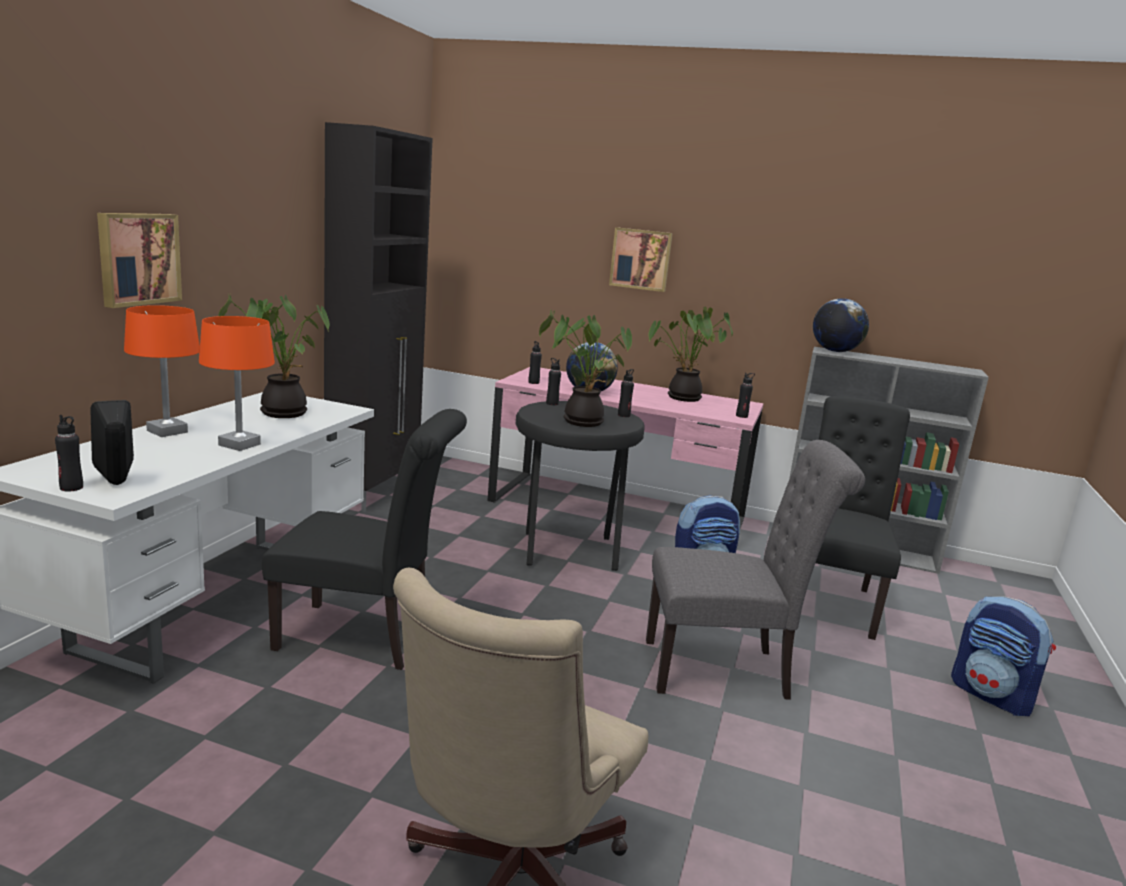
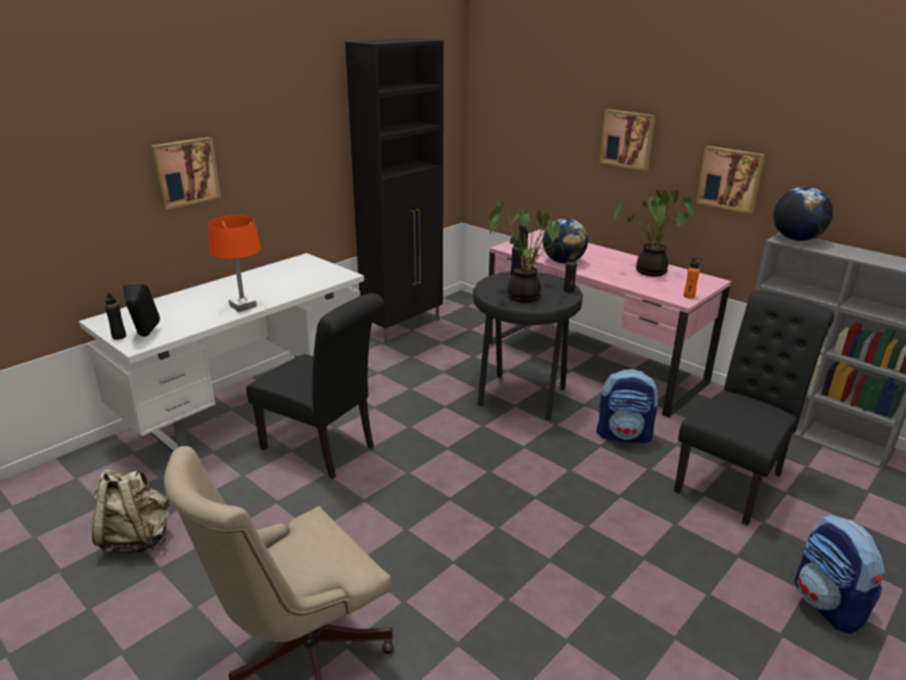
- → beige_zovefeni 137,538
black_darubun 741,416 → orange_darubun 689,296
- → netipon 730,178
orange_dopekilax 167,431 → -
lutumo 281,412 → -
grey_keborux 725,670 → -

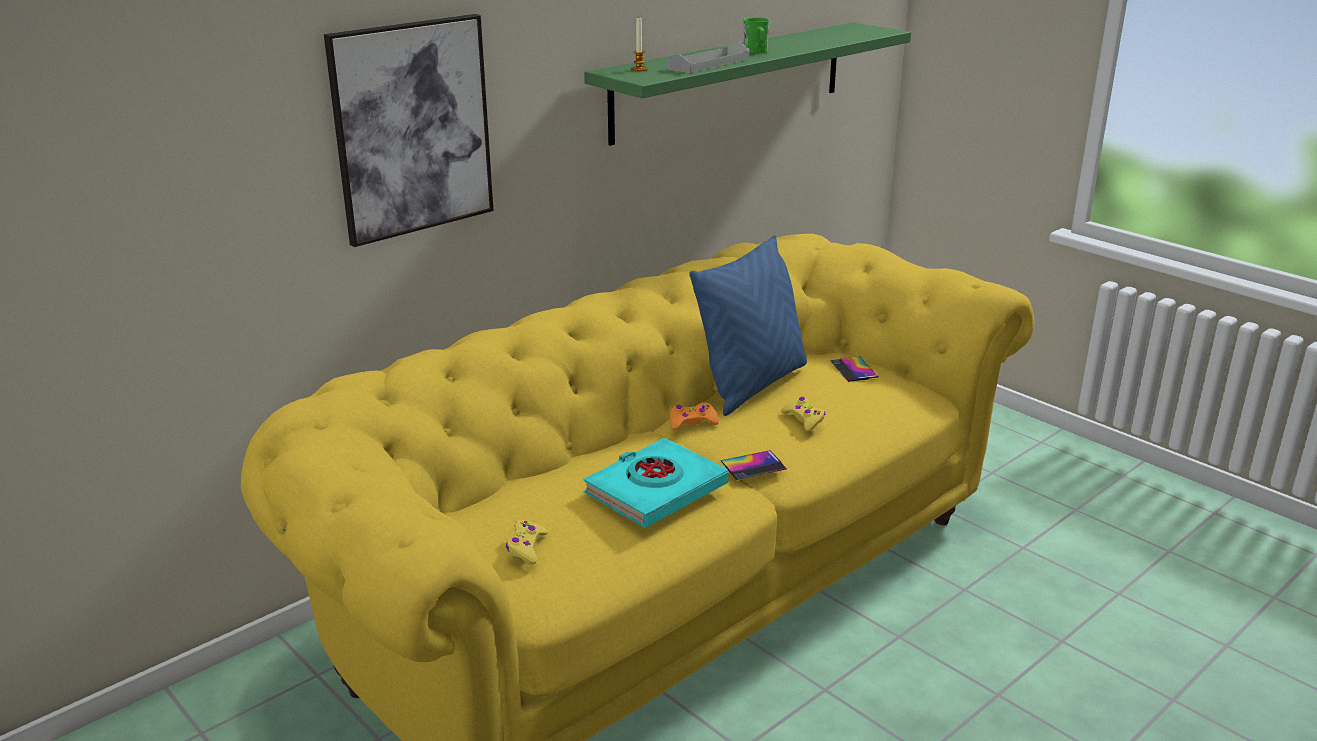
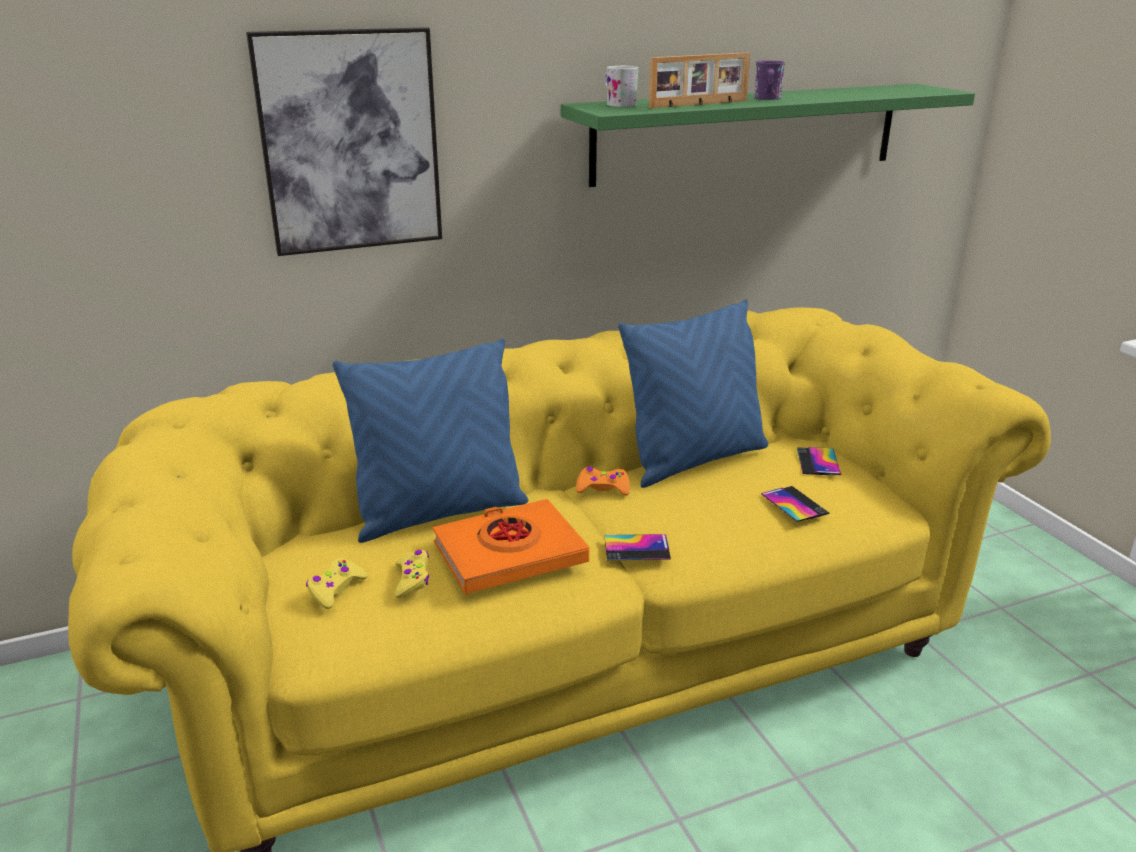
- → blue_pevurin 439,513
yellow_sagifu 804,419 → yellow_sagifu 412,579, relocated
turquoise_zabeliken 655,490 → orange_zabeliken 509,554
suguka 639,69 → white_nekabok 618,104
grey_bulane 709,64 → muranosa 699,104
green_nekabok 756,52 → purple_nekabok 767,99
- → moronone 794,504

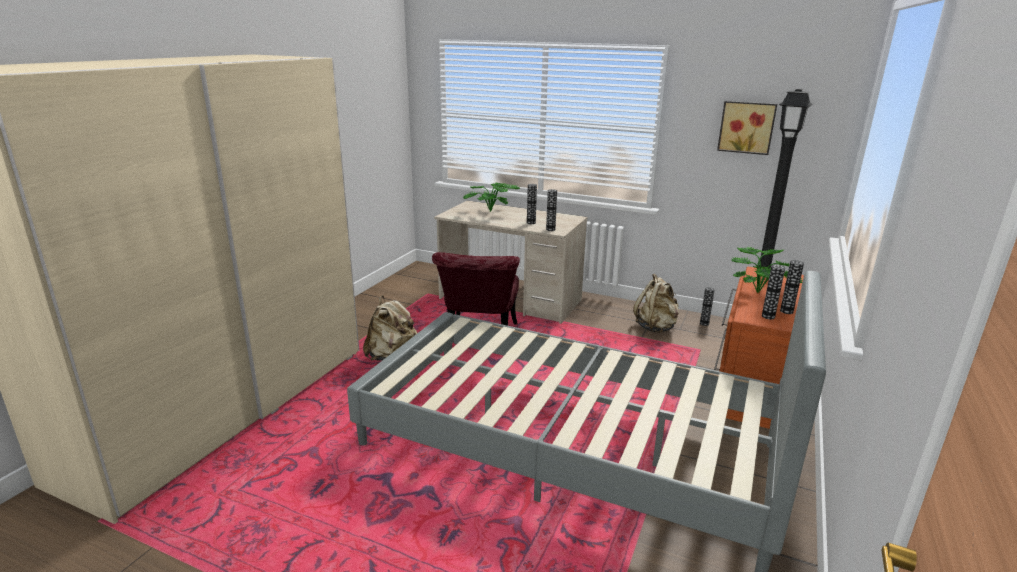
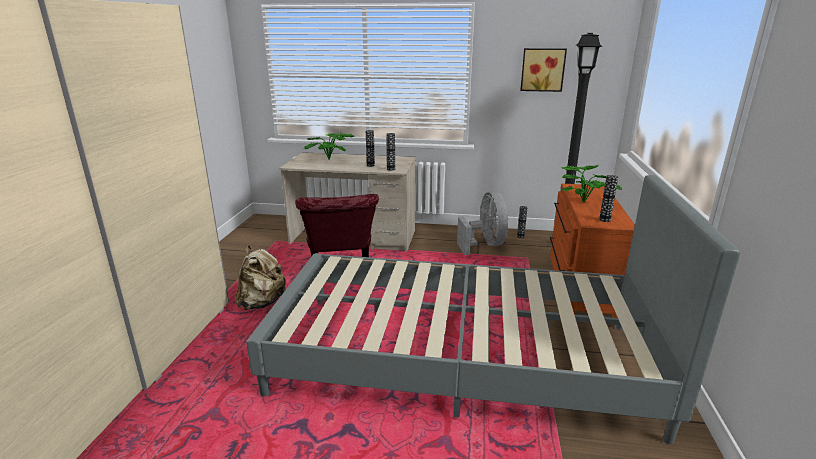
beige_zovefeni 656,328 → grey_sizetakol 485,245
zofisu 786,311 → -

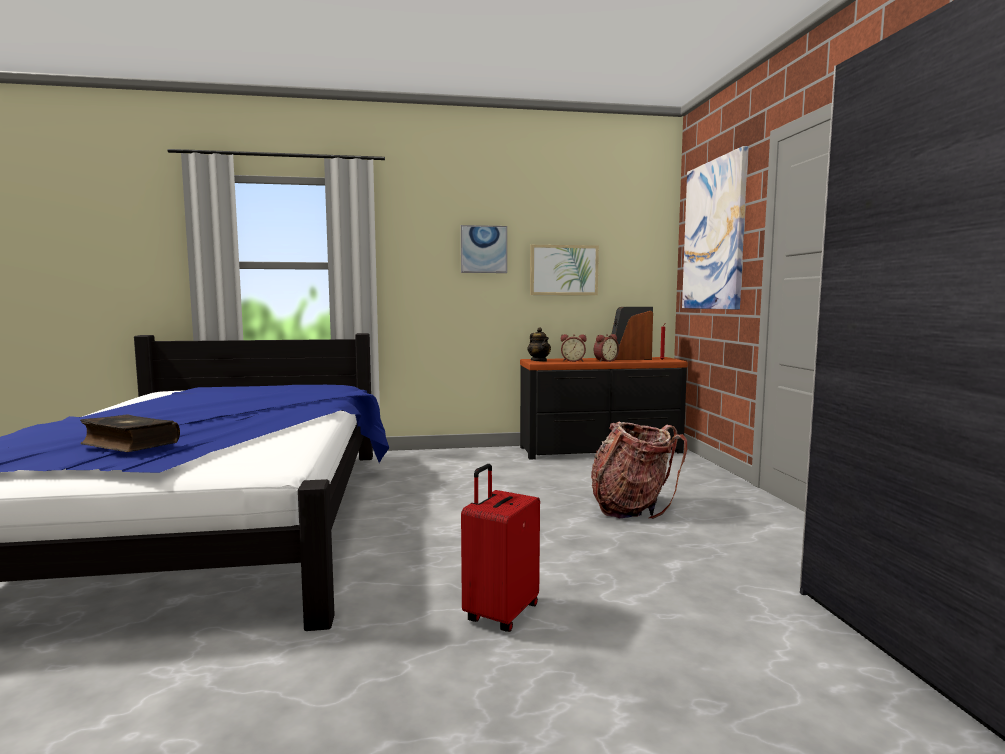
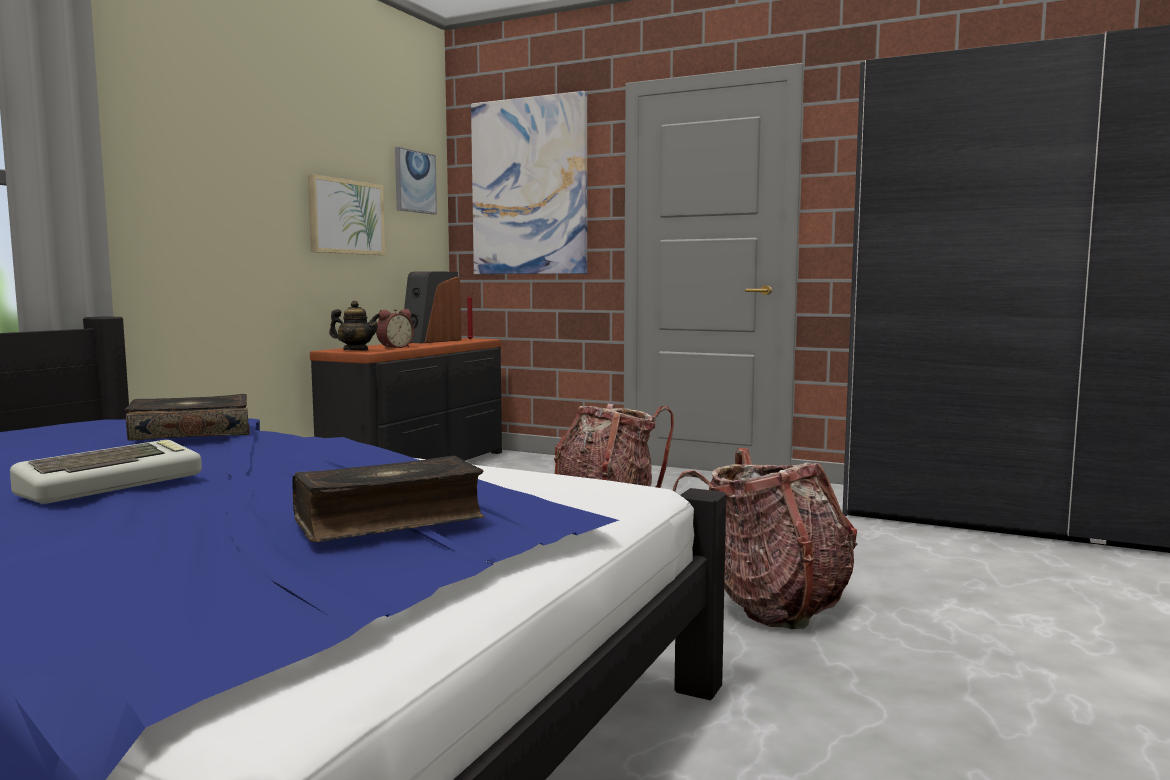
- → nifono 112,483
- → zabeliken 191,433
netipon 483,249 → netipon 414,182, relocated
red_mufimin 500,613 → zovefeni 771,605
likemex 604,361 → -

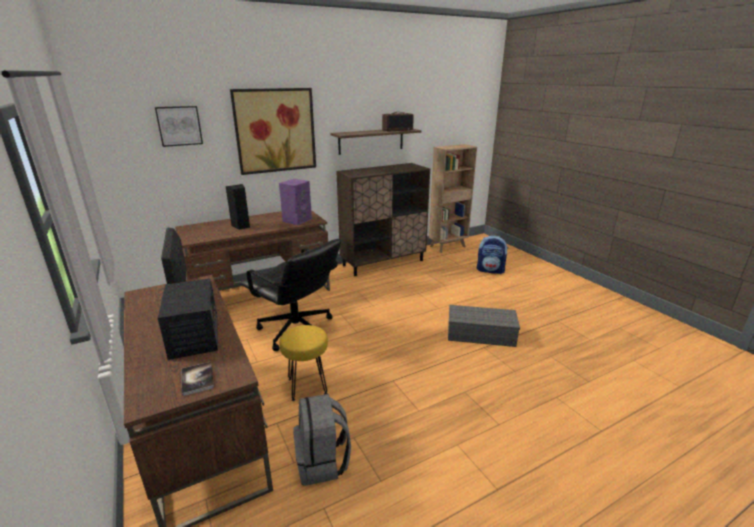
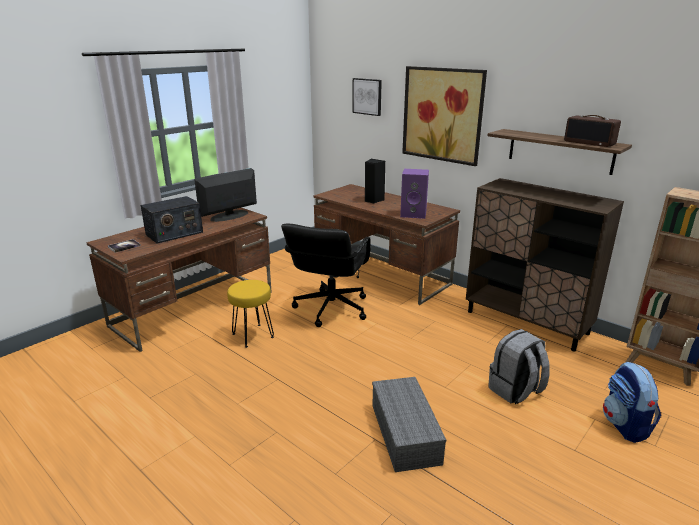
grey_zovefeni 323,462 → grey_zovefeni 515,391, relocated

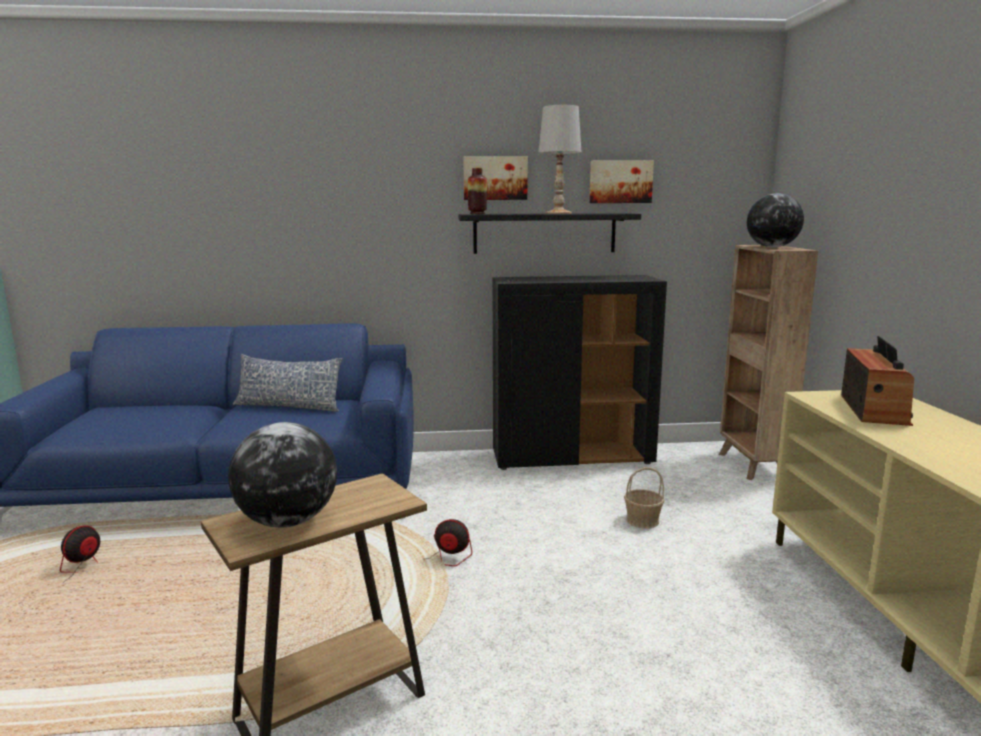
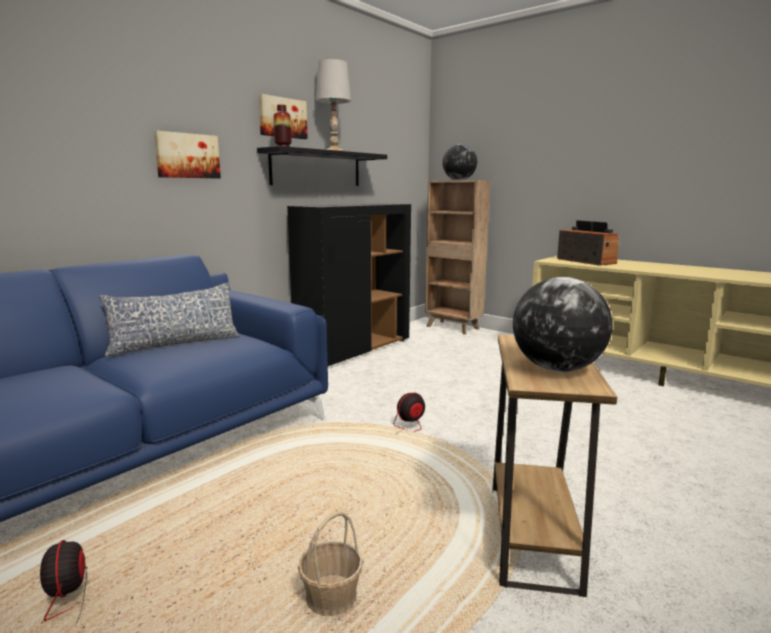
netipon 620,182 → netipon 187,156, relocated
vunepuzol 642,521 → vunepuzol 331,597, relocated

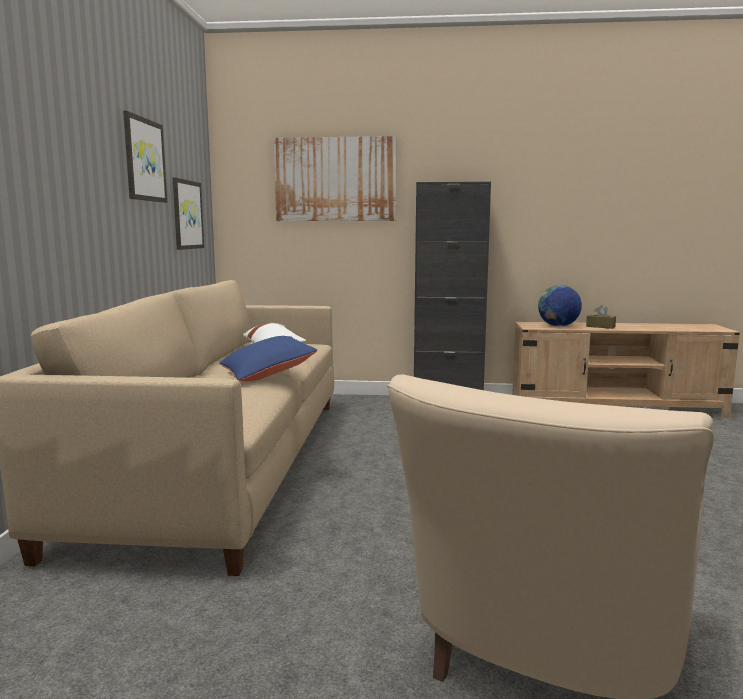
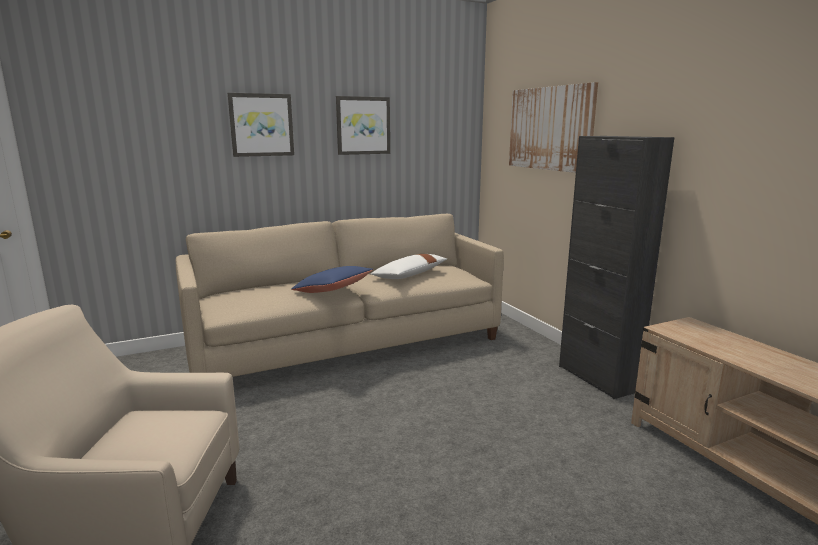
netipon 187,214 → netipon 261,125, relocated
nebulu 558,326 → -
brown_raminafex 600,326 → -

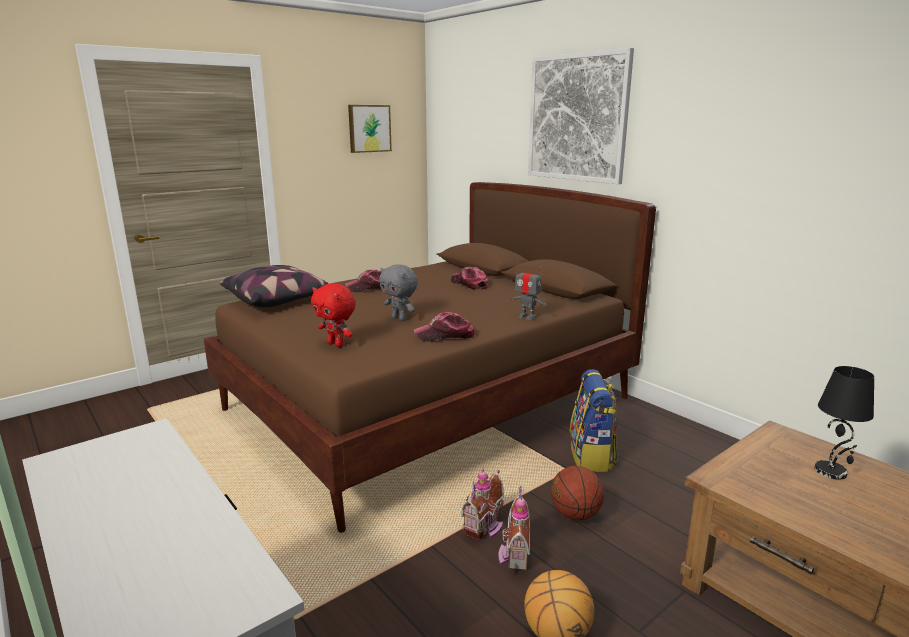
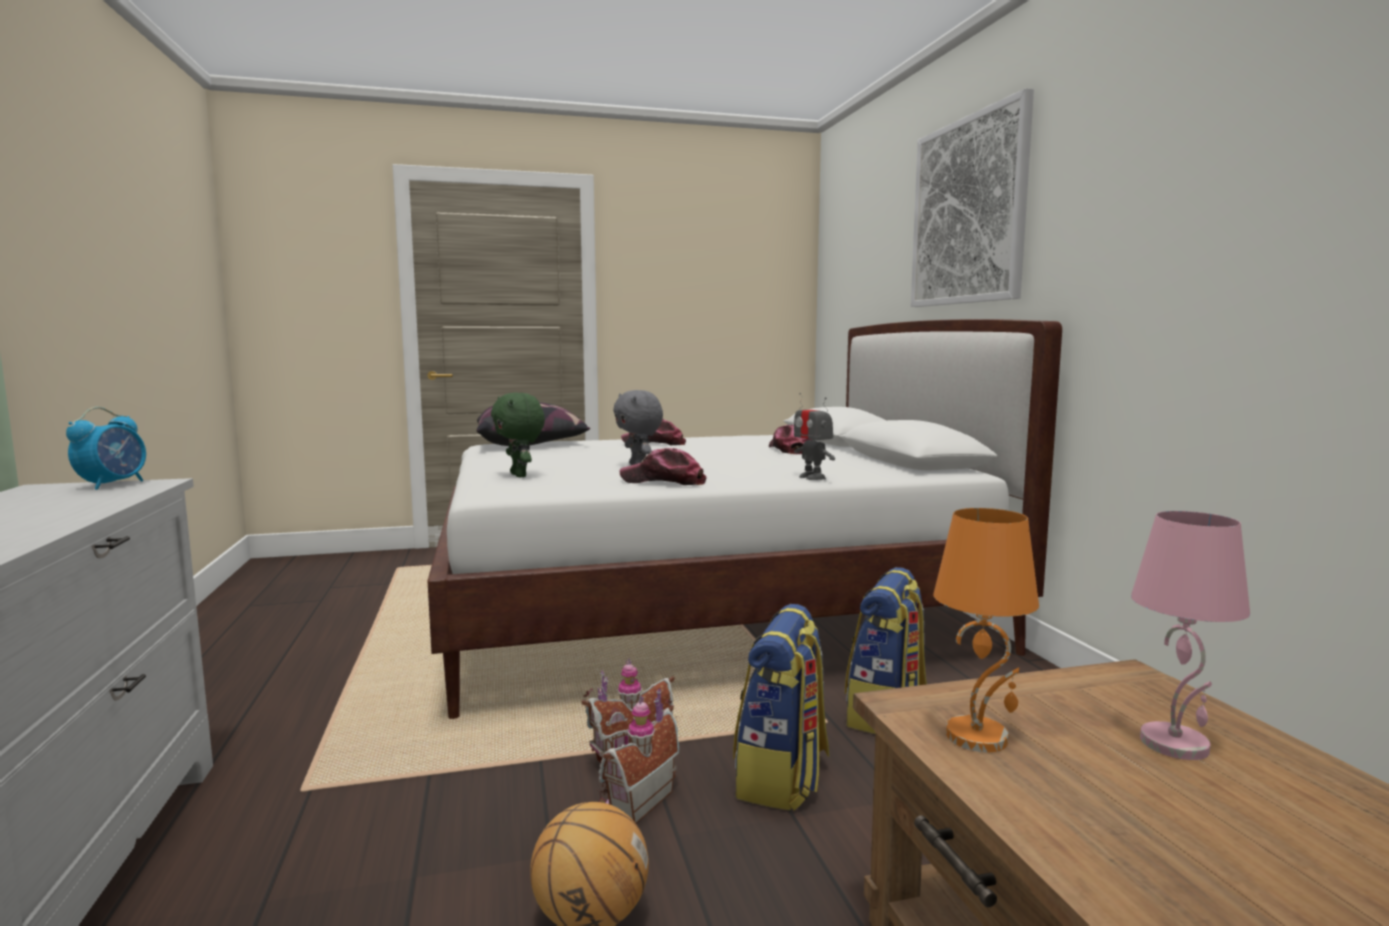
- → likemex 113,484
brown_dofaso 429,404 → white_dofaso 708,613
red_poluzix 336,344 → green_poluzix 520,475
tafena 575,514 → zovefeni 782,778
- → orange_dopekilax 978,737
black_dopekilax 831,471 → pink_dopekilax 1176,745
netipon 369,128 → -

